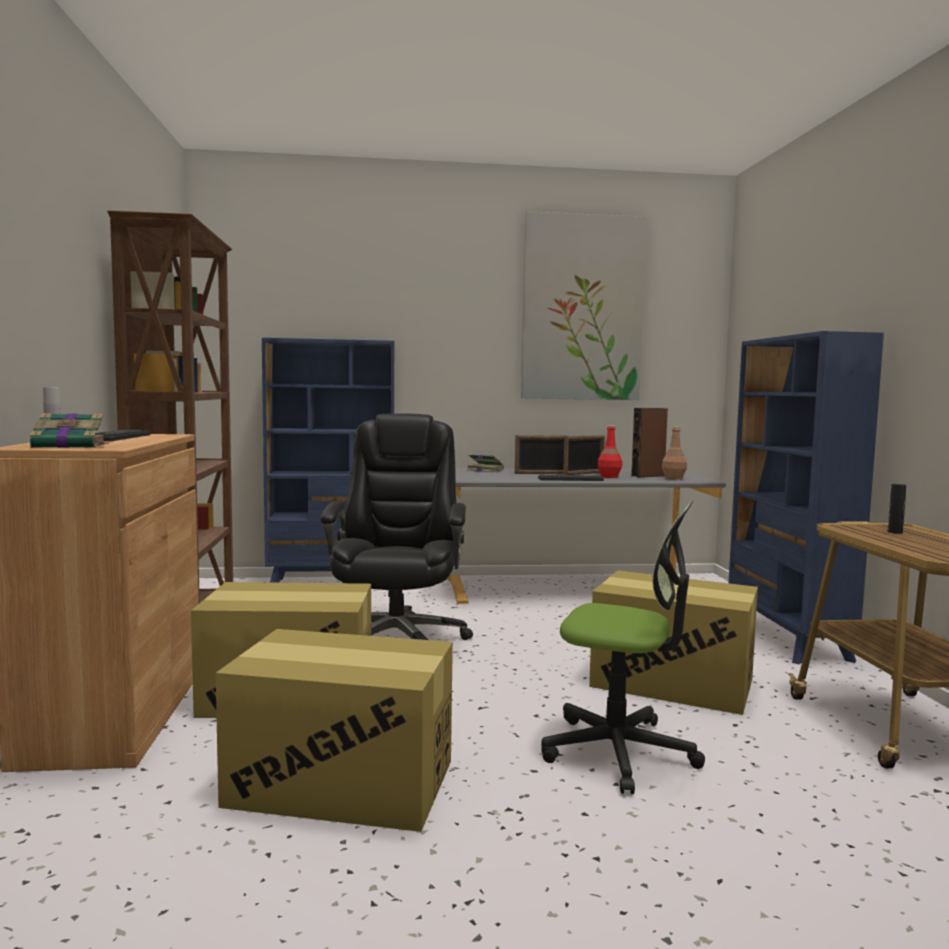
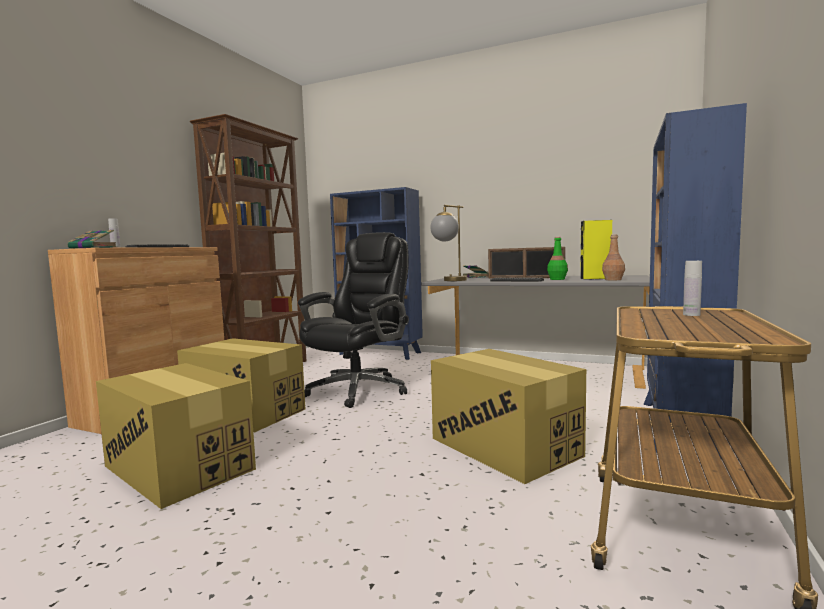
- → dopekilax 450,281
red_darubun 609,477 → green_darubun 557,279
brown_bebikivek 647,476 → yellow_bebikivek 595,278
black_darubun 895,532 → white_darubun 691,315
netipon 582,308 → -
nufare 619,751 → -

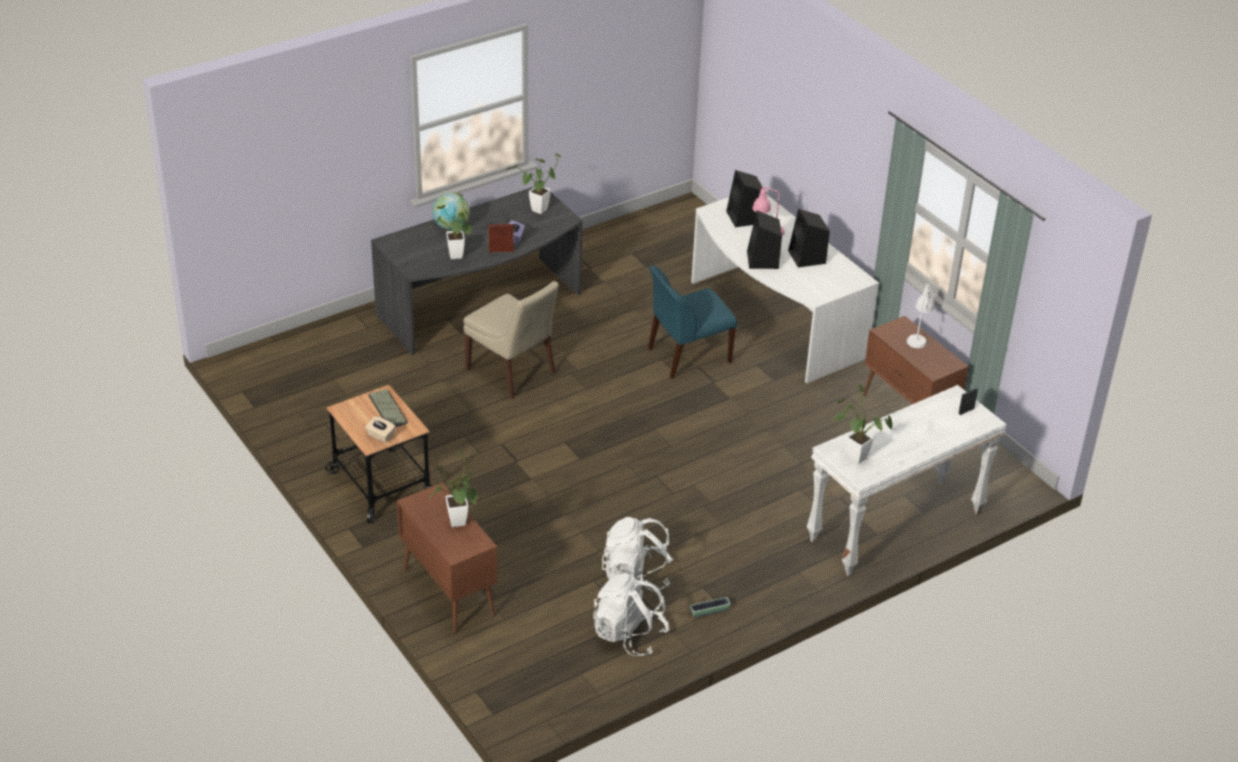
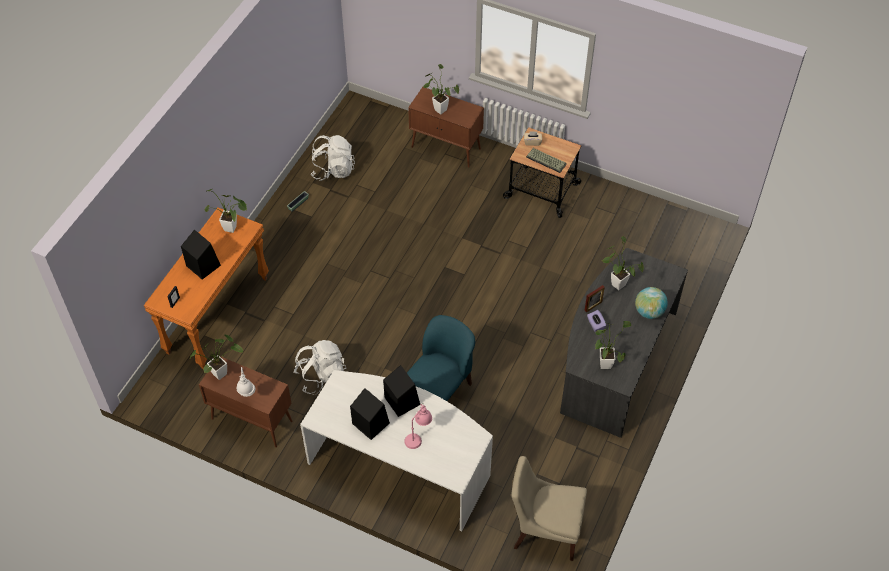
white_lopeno 895,527 → orange_lopeno 217,314
black_bebikivek 745,218 → black_bebikivek 202,265, relocated
- → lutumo 222,372
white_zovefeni 636,575 → white_zovefeni 321,376, relocated
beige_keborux 513,372 → beige_keborux 544,530, relocated

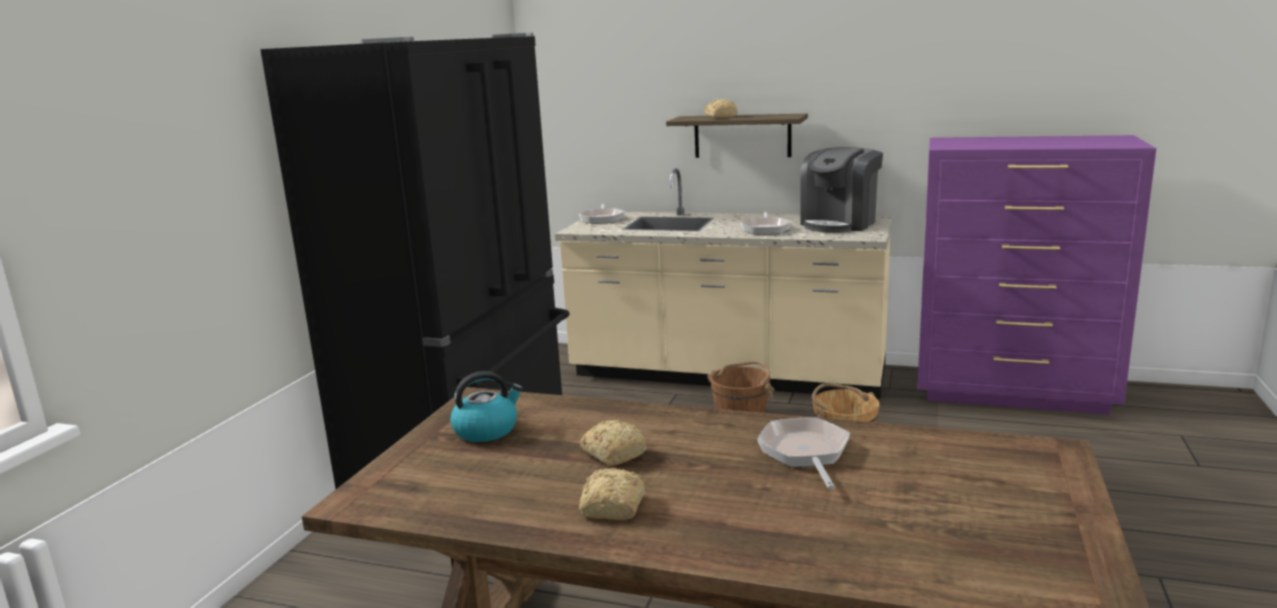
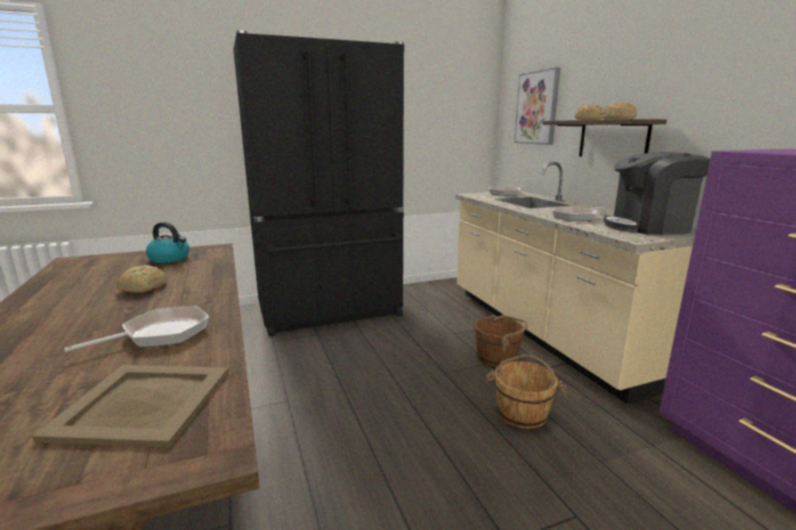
- → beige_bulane 141,403
- → netipon 537,108
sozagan 612,508 → sozagan 617,119, relocated

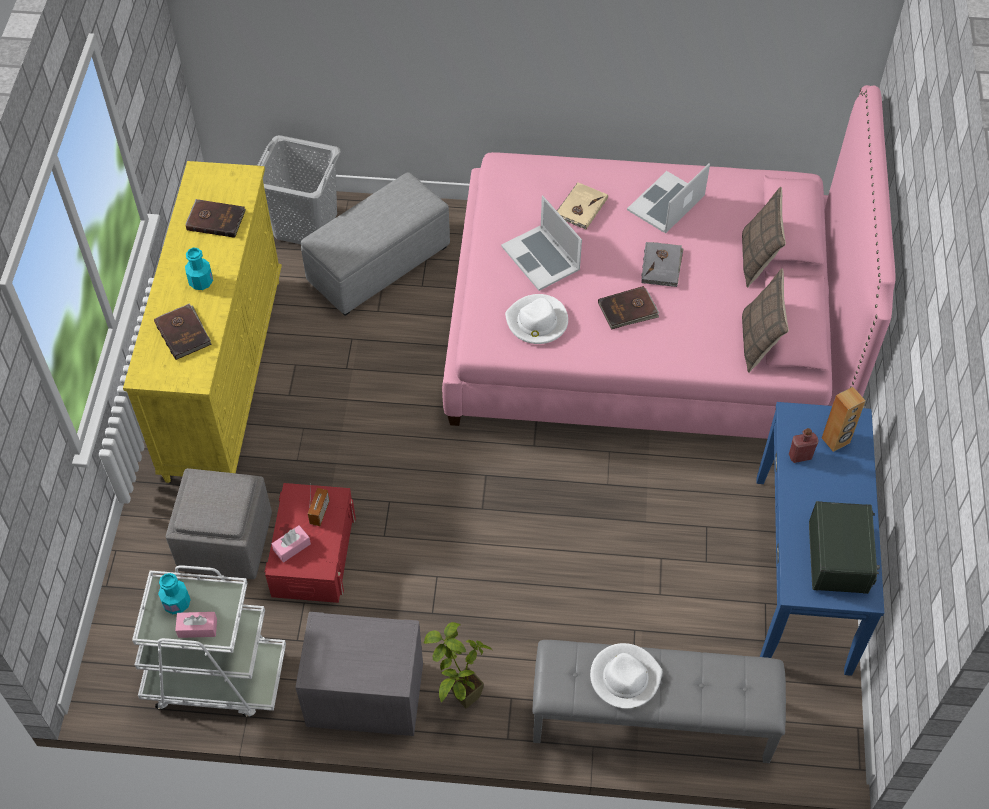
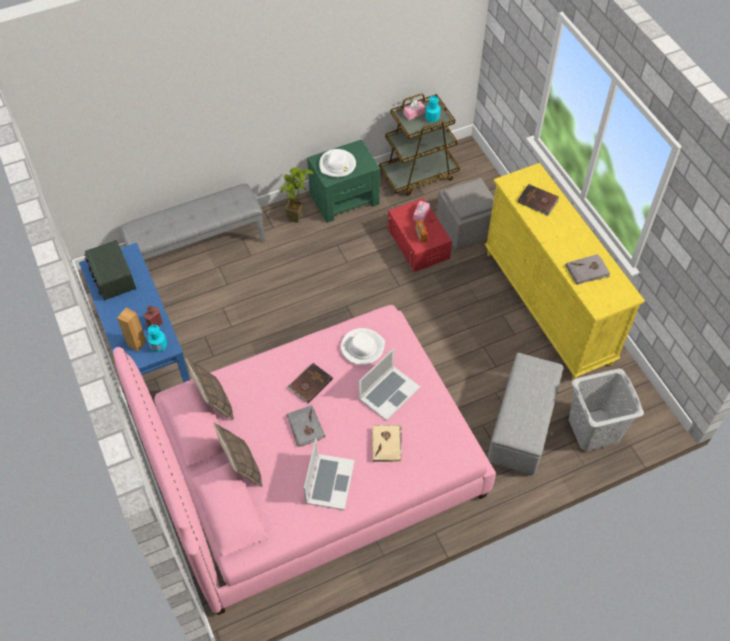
turquoise_darubun 201,281 → turquoise_darubun 158,345, relocated
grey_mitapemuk 364,694 → green_mitapemuk 345,198
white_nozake 624,677 → white_nozake 337,165, relocated
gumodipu 541,257 → gumodipu 389,392, 105 degrees clockwise
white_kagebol 215,677 → brown_kagebol 419,174
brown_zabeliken 215,219 → grey_zabeliken 587,271

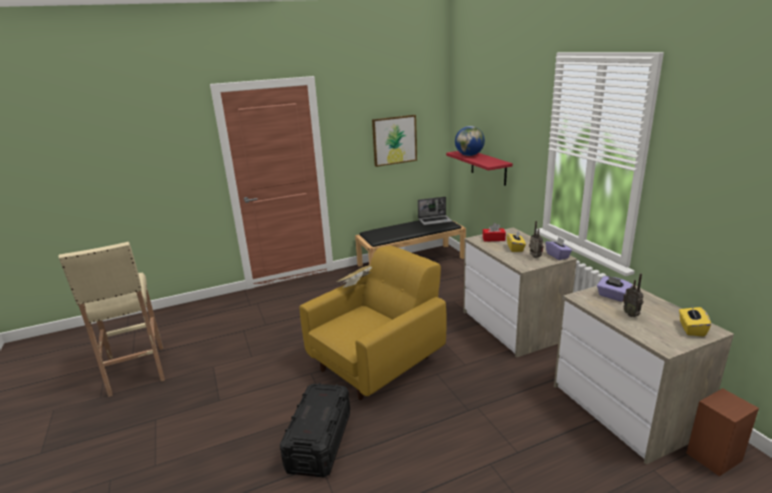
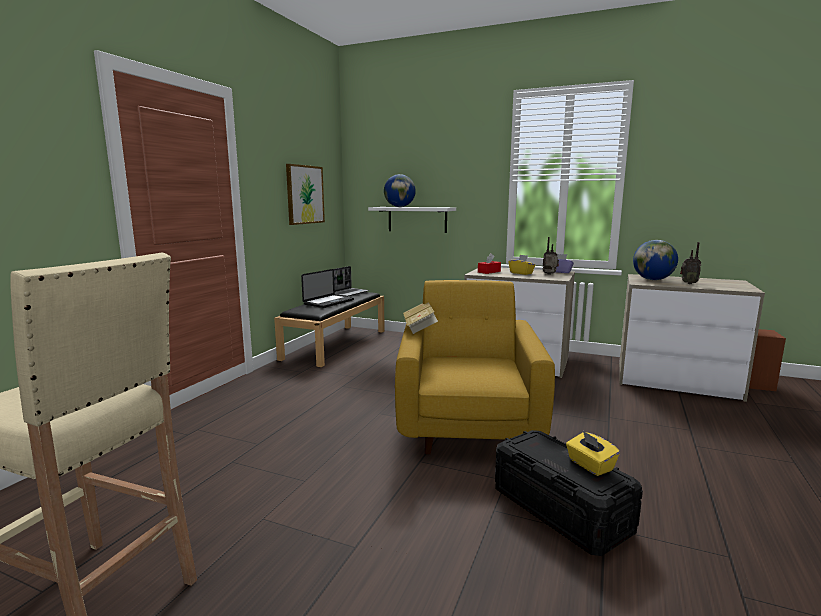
- → gumodipu 329,302
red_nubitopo 488,167 → white_nubitopo 417,219
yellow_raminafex 691,329 → yellow_raminafex 590,465, relocated
purple_raminafex 612,296 → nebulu 652,279

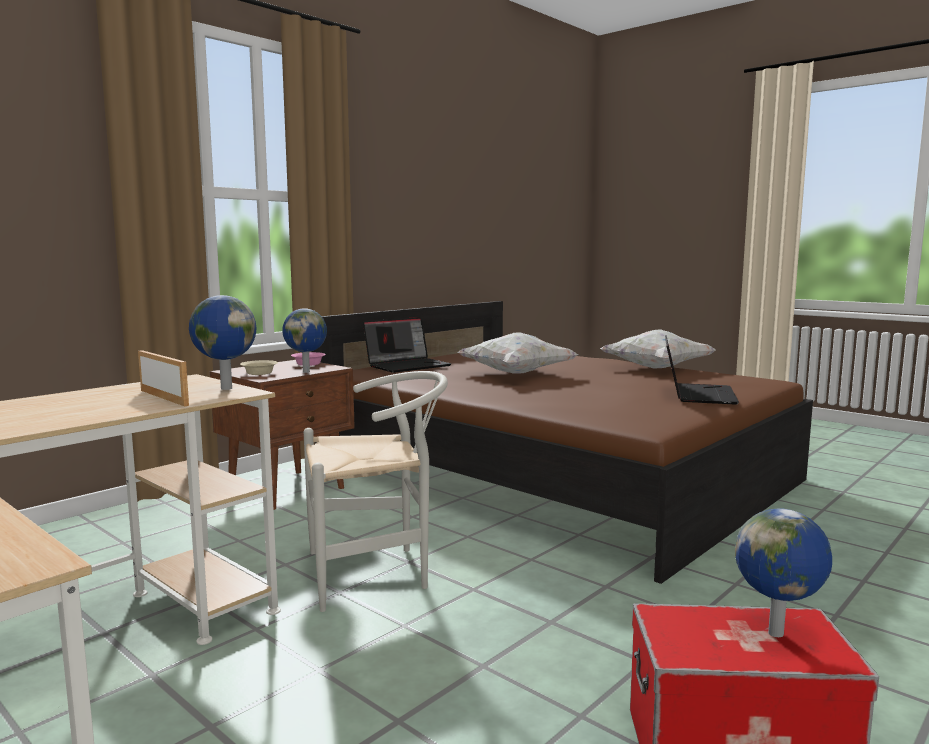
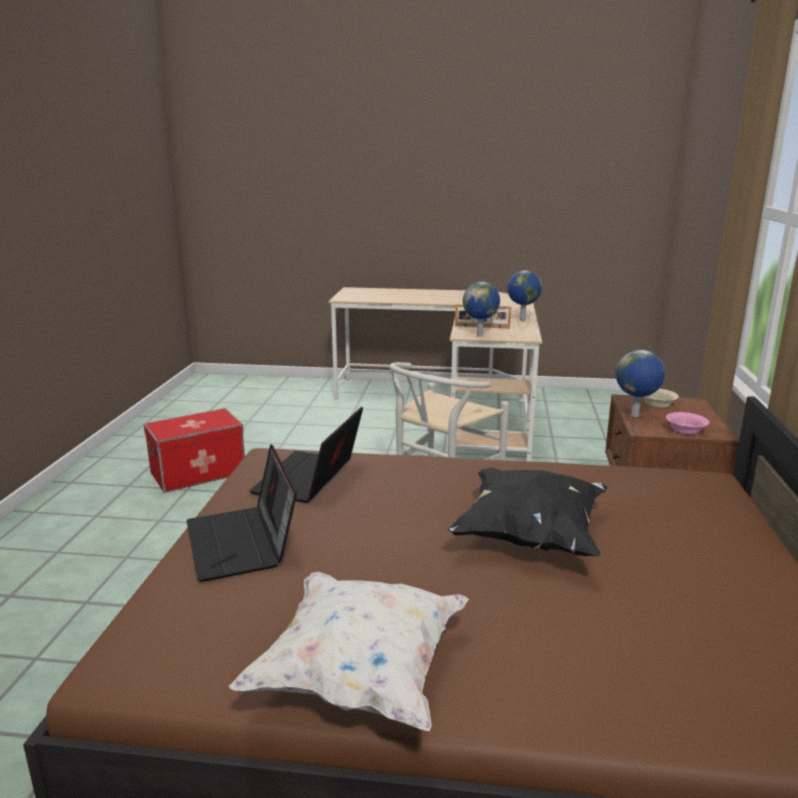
gumodipu 408,366 → gumodipu 309,480, relocated
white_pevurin 516,373 → black_pevurin 530,536
nebulu 778,634 → nebulu 521,320, relocated

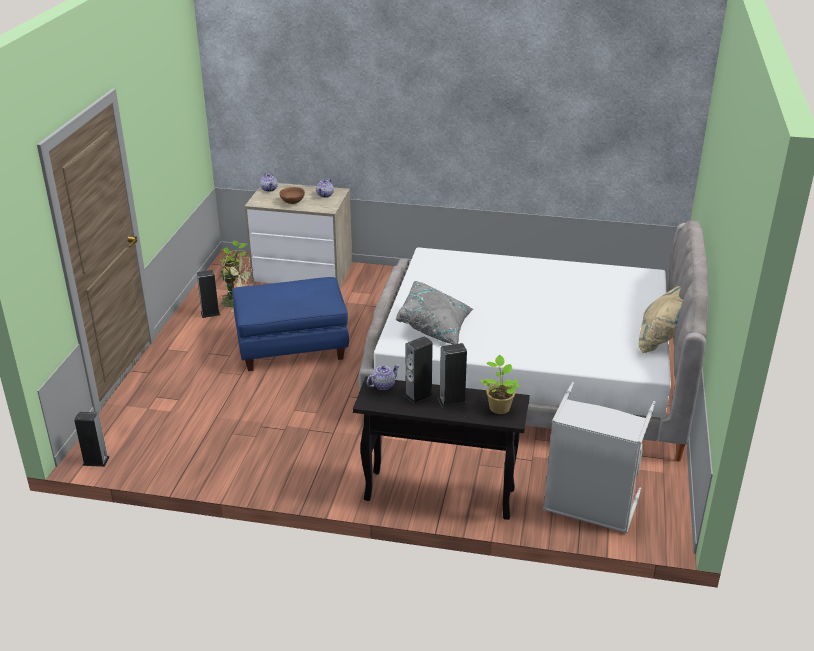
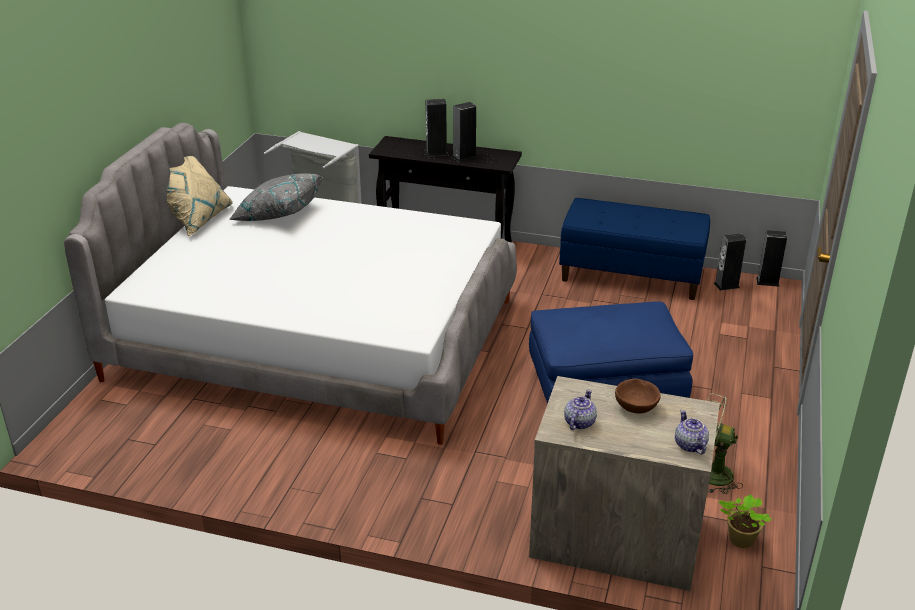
grey_pevurin 435,327 → grey_pevurin 277,214, relocated
- → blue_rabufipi 631,276
bebikivek 210,313 → bebikivek 726,285, relocated
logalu 383,385 → -
lutumo 499,407 → -

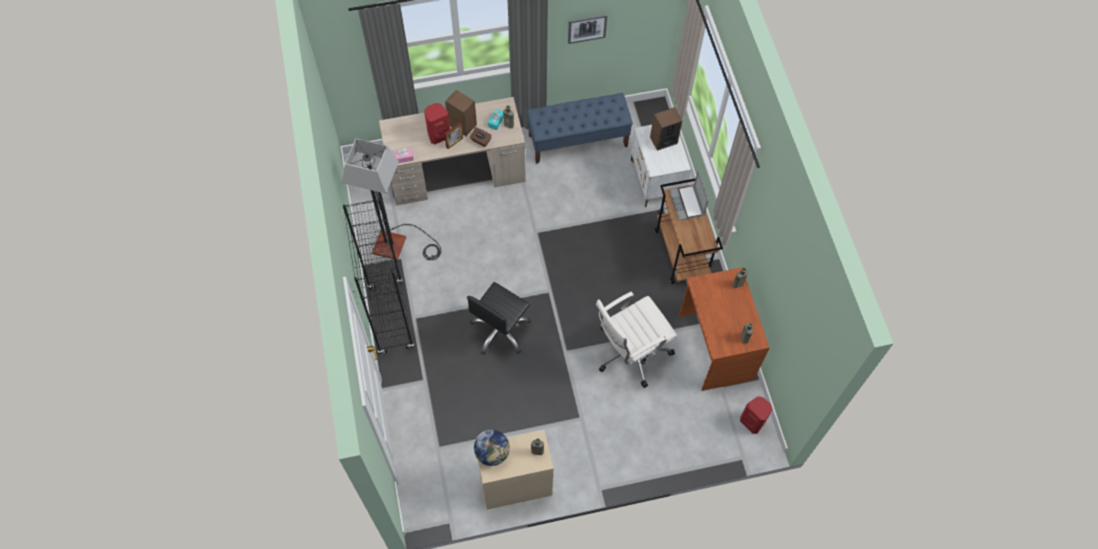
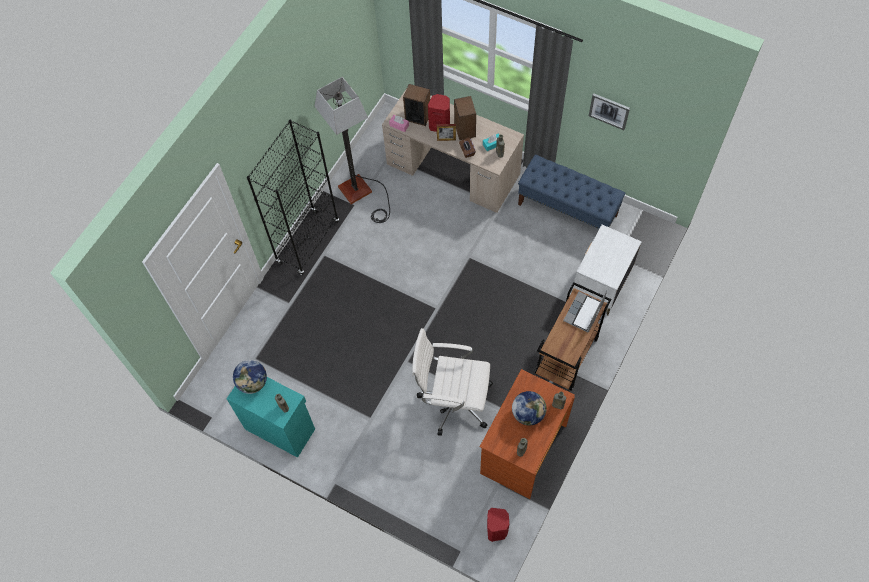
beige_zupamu 515,484 → turquoise_zupamu 280,428
bebikivek 663,140 → bebikivek 418,116, relocated
- → nebulu 528,413
black_nufare 500,330 → -

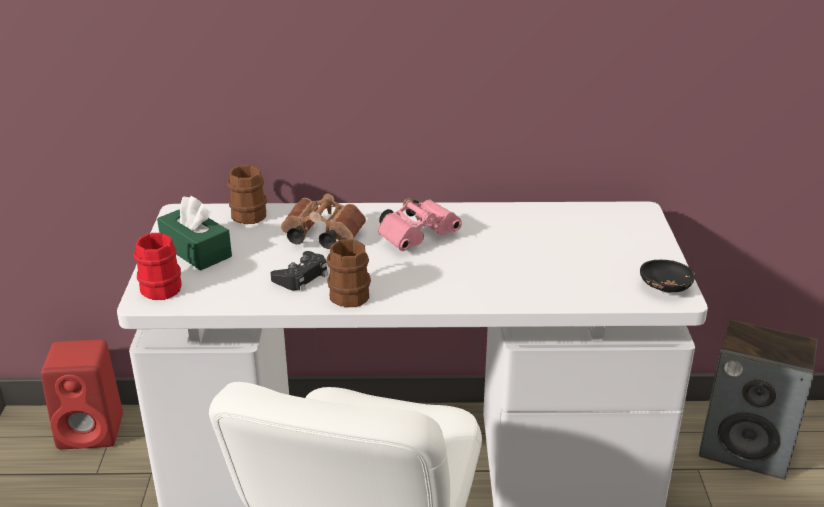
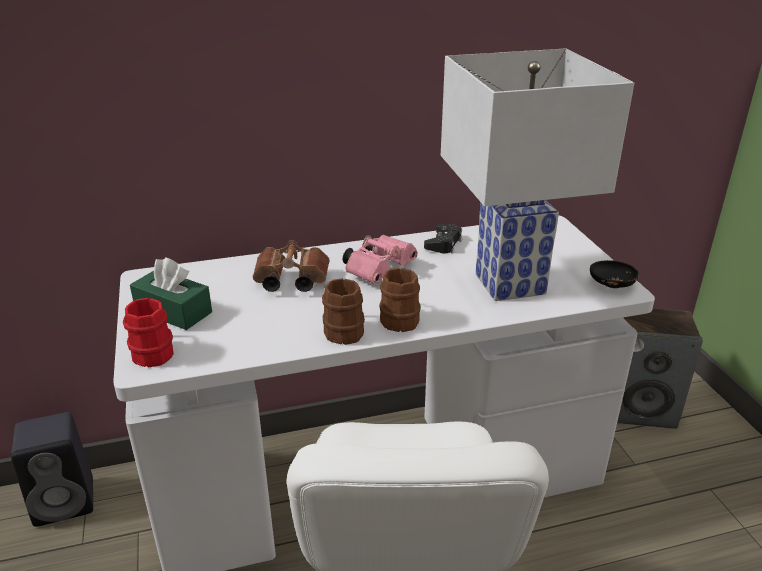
red_bebikivek 93,431 → black_bebikivek 67,501
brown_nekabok 249,212 → brown_nekabok 397,318, relocated
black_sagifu 302,277 → black_sagifu 443,244, relocated
- → white_dopekilax 508,285

